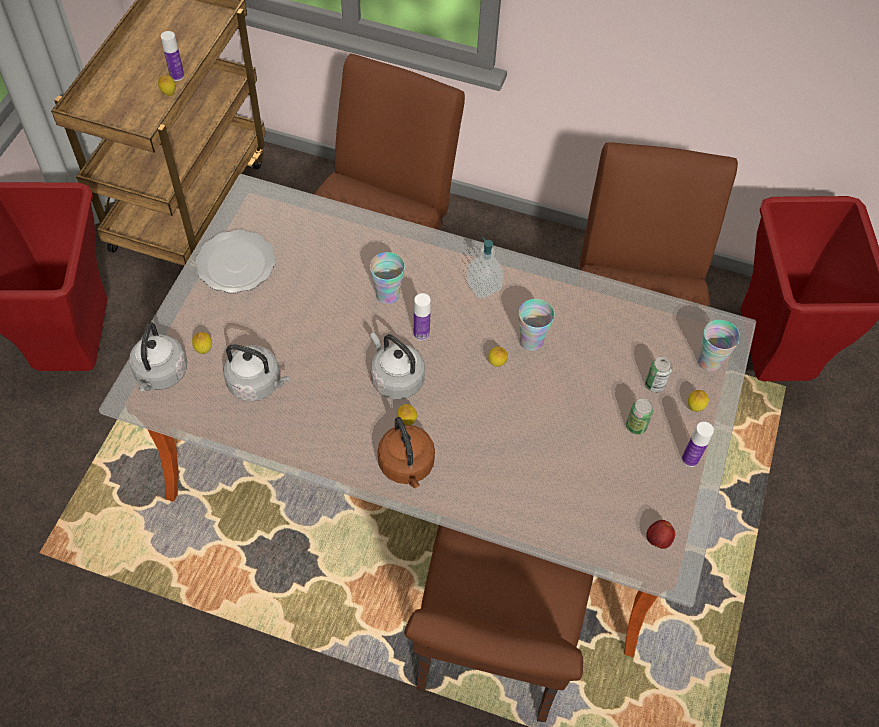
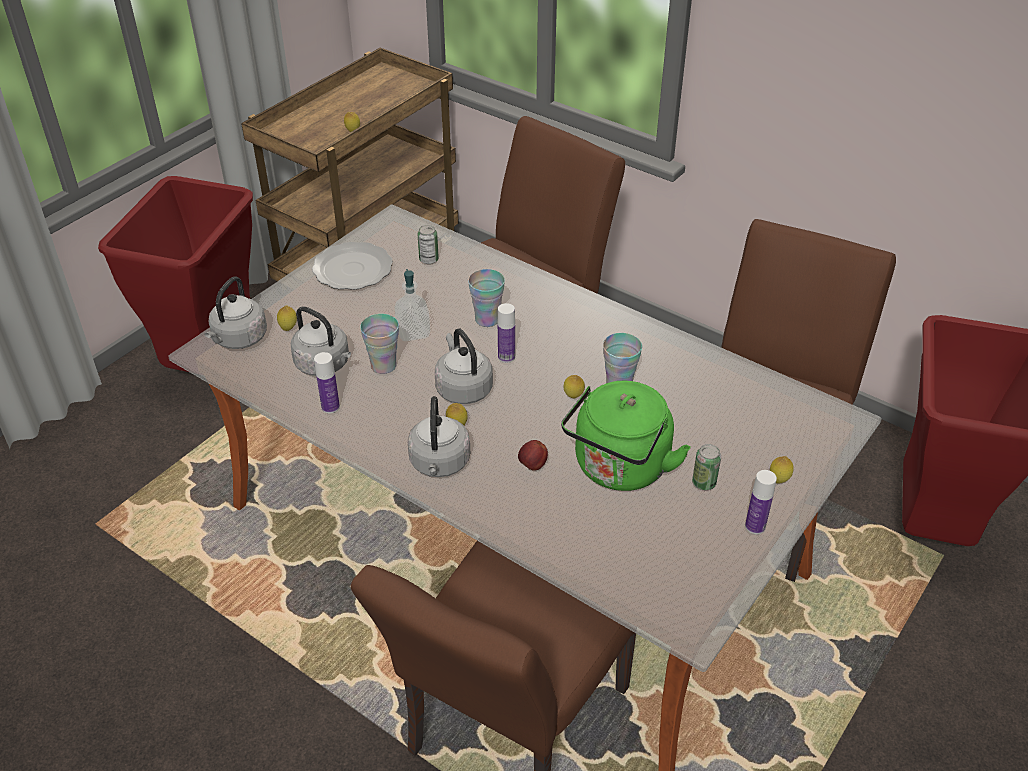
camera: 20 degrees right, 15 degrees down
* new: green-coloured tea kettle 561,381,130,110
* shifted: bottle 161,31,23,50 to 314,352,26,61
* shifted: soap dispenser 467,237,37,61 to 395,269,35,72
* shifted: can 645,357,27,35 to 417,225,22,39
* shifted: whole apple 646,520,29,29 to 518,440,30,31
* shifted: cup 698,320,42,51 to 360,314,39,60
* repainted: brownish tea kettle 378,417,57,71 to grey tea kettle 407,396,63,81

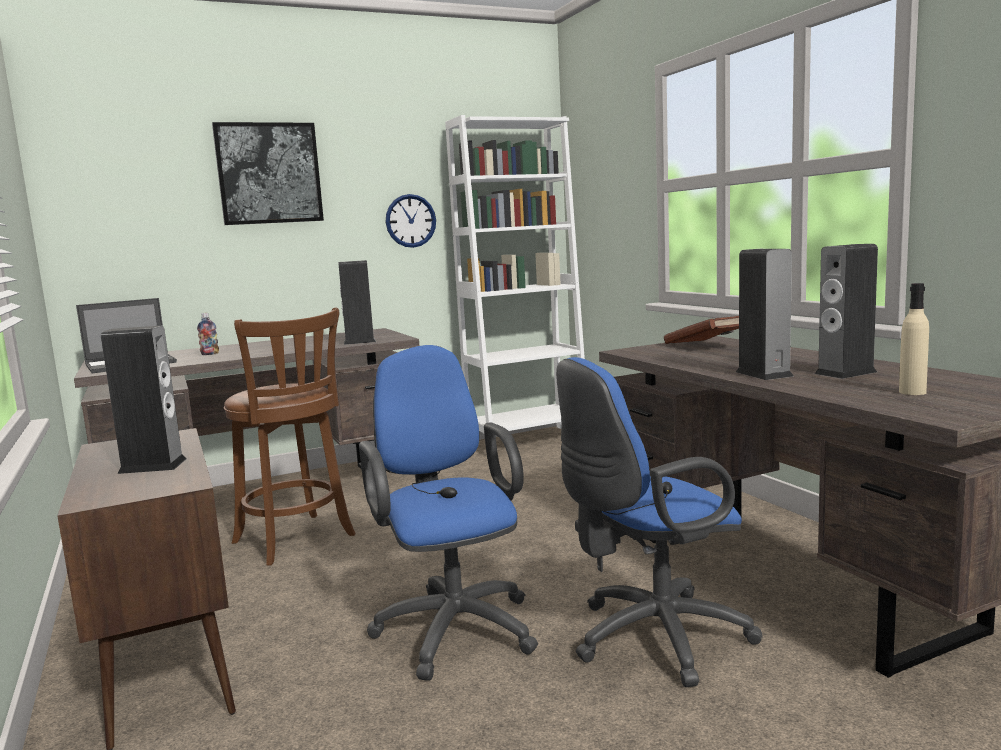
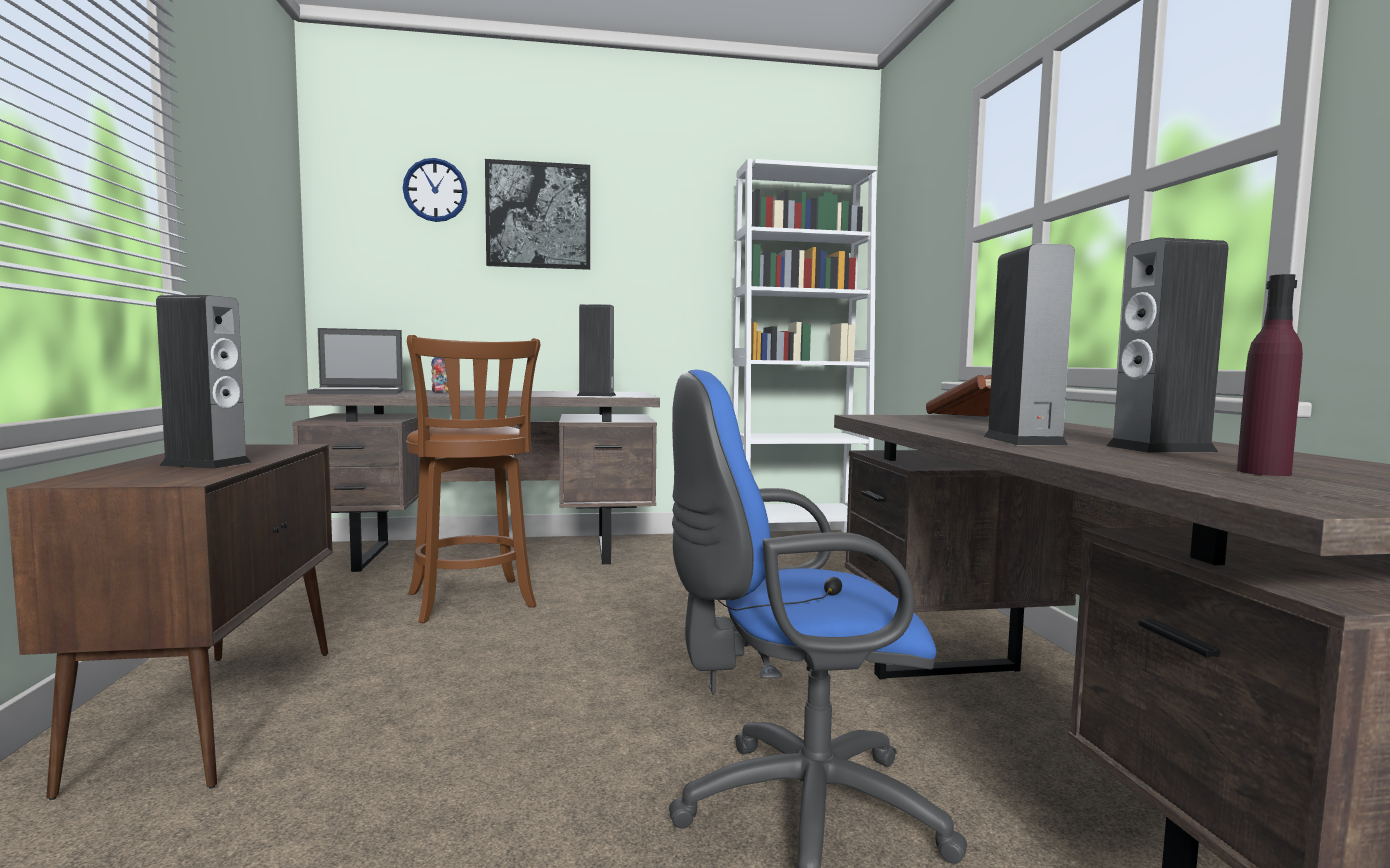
camera: 15 degrees right, 5 degrees down
* gone: blue-coloured desk chair 359,345,179,336
* shifted: clock on the wall 386,194,50,54 to 403,158,65,64
* repainted: sand-coloured bottle 899,283,30,112 to purple bottle 1237,274,66,202

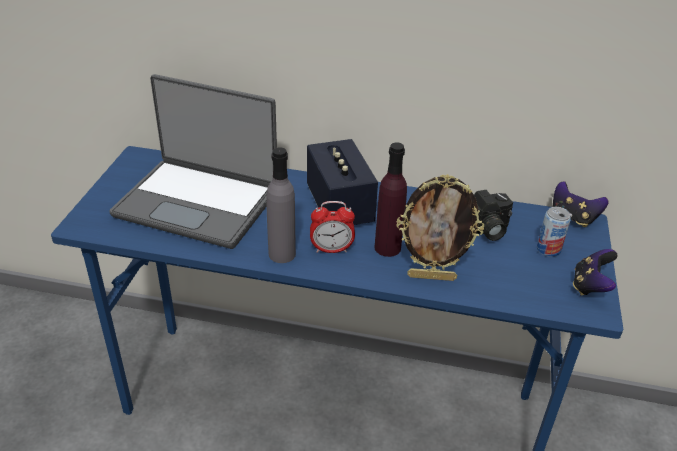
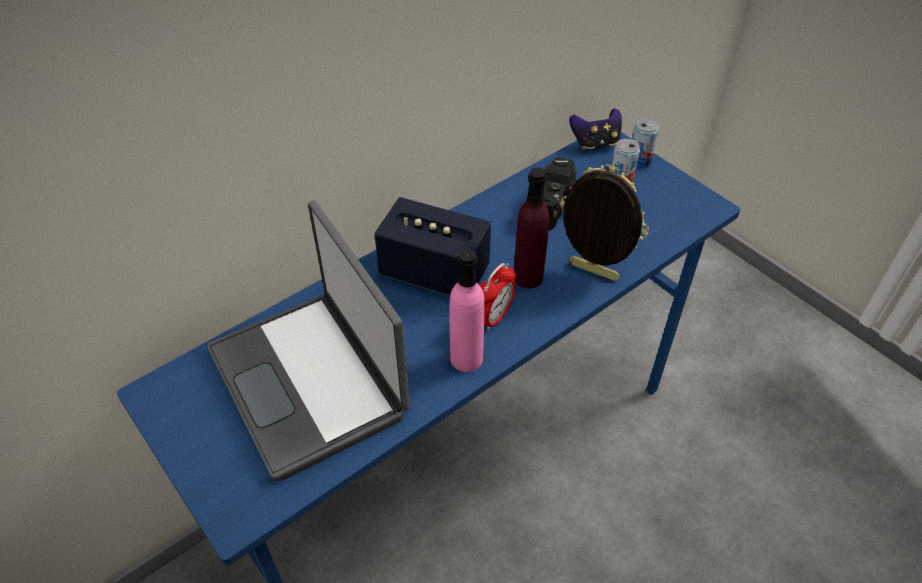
camera: 50 degrees left, 10 degrees up
* gone: joypad 573,249,45,47
* new: can 632,118,27,51
* repainted: grey bottle 266,147,30,116 to pink bottle 450,249,35,123
* rotated: portable computer 110,74,167,175 = 208,201,202,280 90 degrees clockwise
* rotated: standing frame 396,174,88,107 = 560,164,89,117 105 degrees counterclockwise

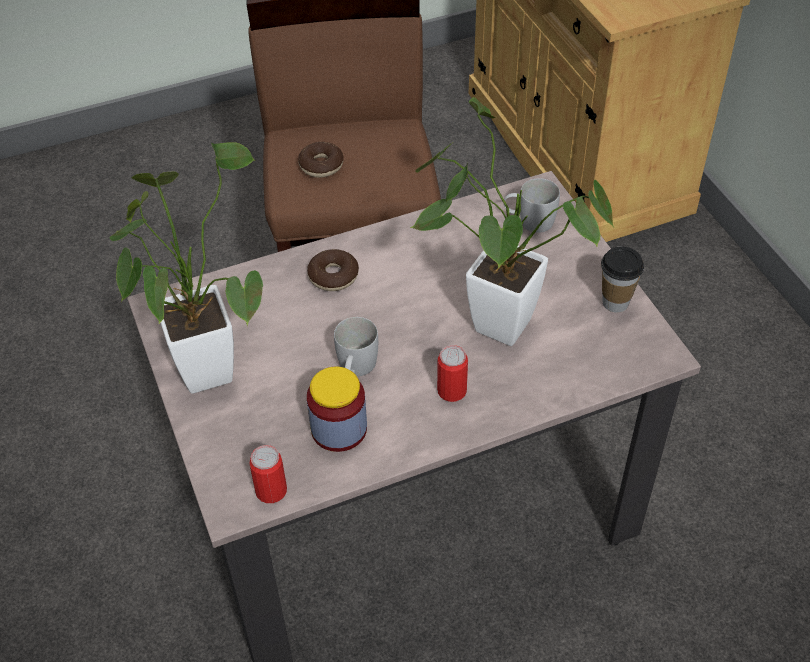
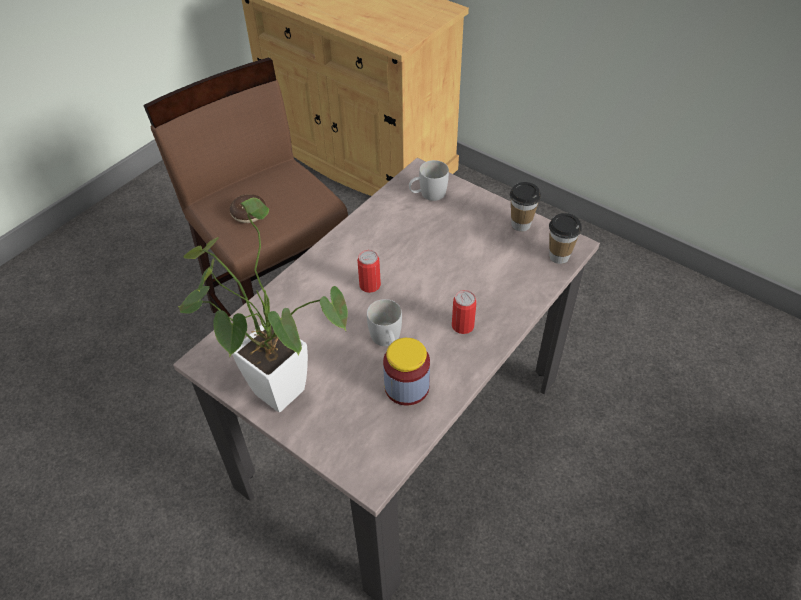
camera: 30 degrees left, 0 degrees up
* gone: doughnut 307,249,52,42
* gone: houseplant 410,97,204,249
* new: cup 549,213,33,51
* shifted: can 249,445,38,58 to 357,250,24,43

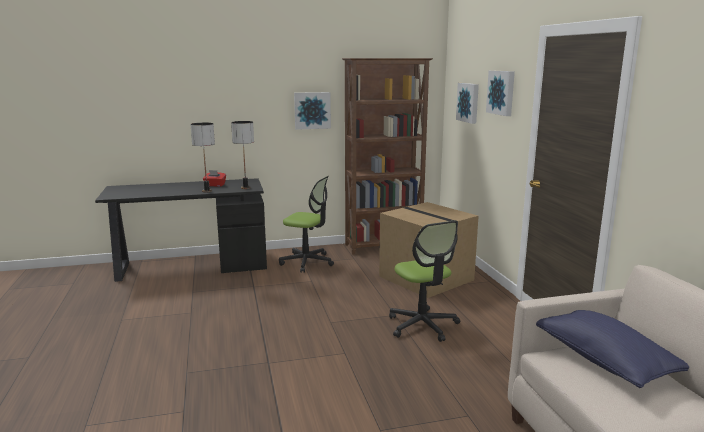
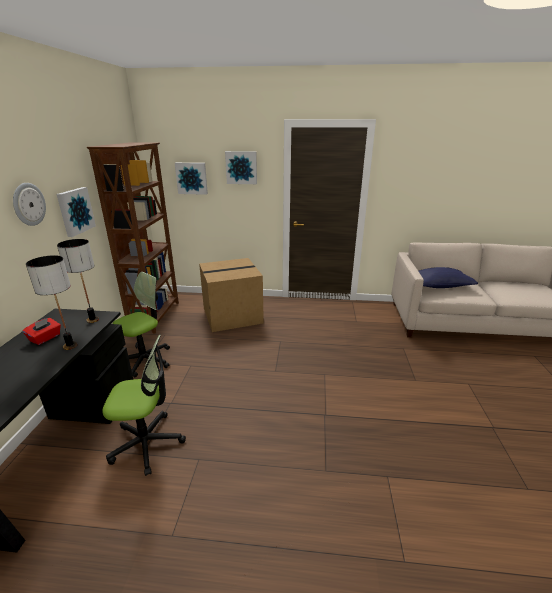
camera: 70 degrees left, 10 degrees up
* new: clock on the wall 13,183,33,43
* shifted: desk chair 389,220,71,122 to 102,335,84,141

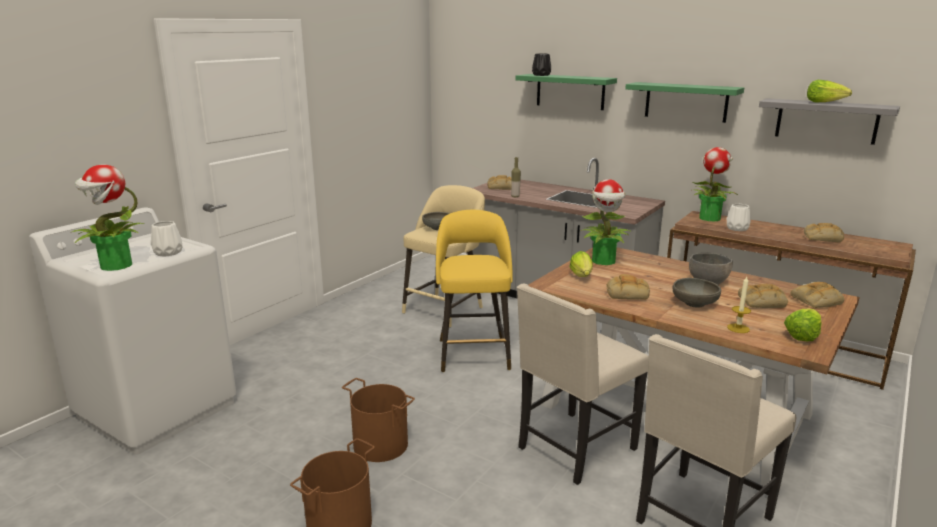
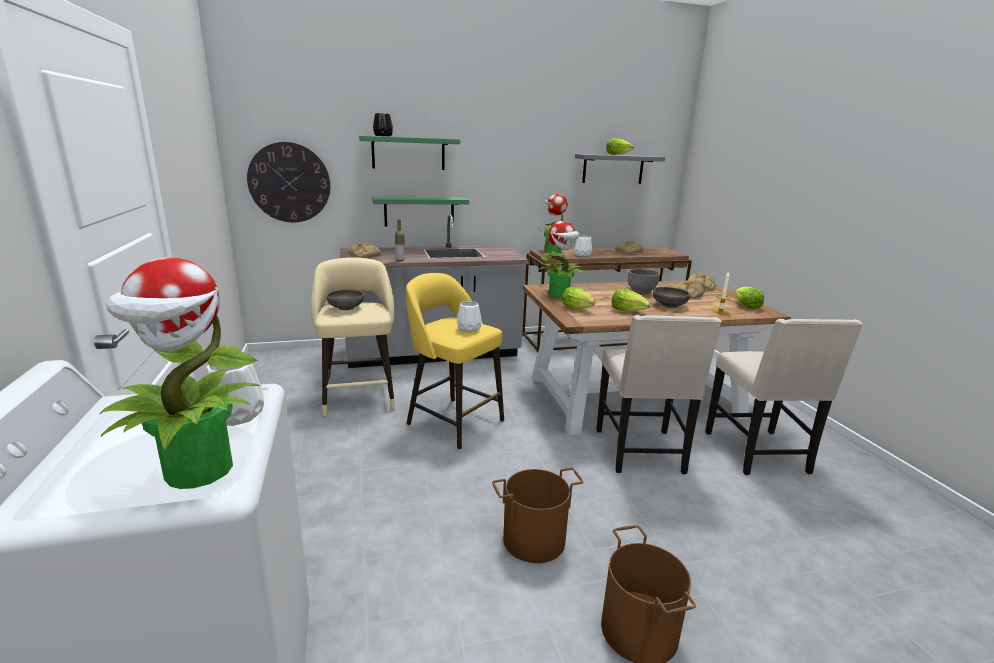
camera: 50 degrees left, 0 degrees up
* new: clock on the wall 247,142,83,80
* new: whitish flower vase 457,301,25,31
* shifted: green-coloured shelf 625,82,119,41 to 372,196,97,30
* swapped: bread 607,274,43,26 to lettuce head 612,289,39,23

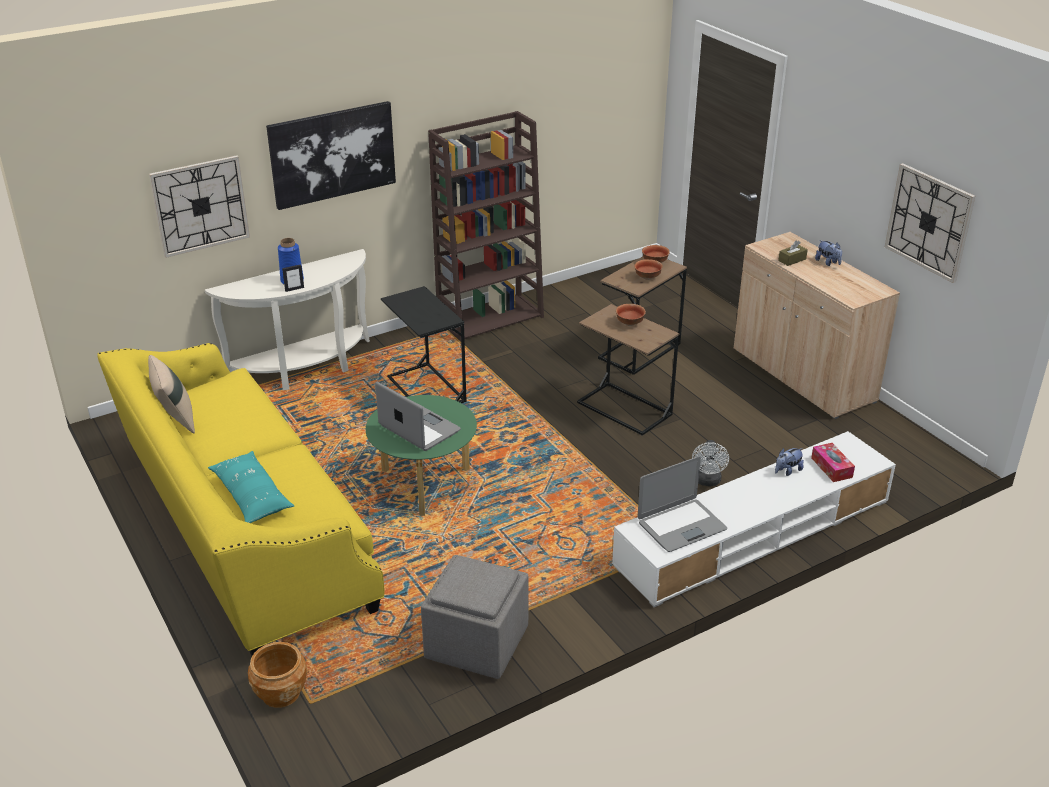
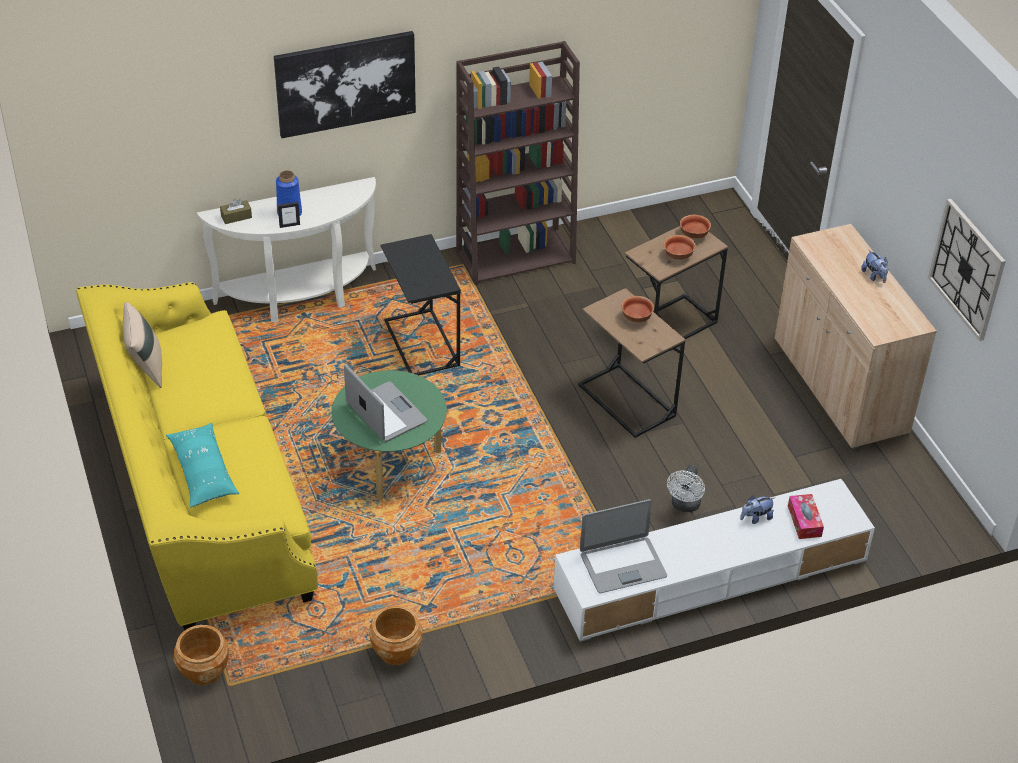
camera: 10 degrees right, 10 degrees up
* gone: clock on the wall 149,155,101,103
* shifted: brownish box of tissues 778,241,30,25 to 220,199,32,25
* swapped: grey pouffe 421,555,107,124 to brownish plant pot 369,606,54,59

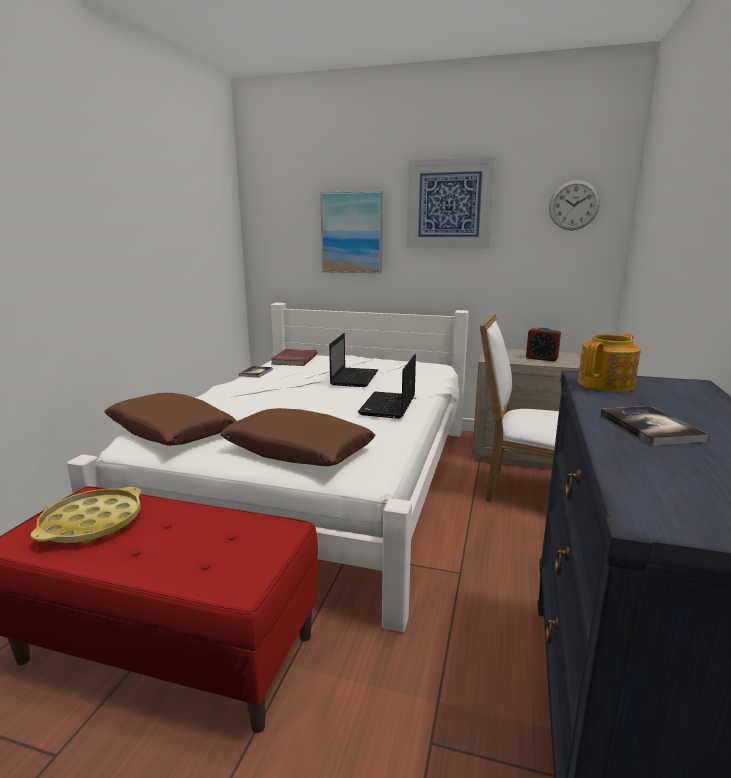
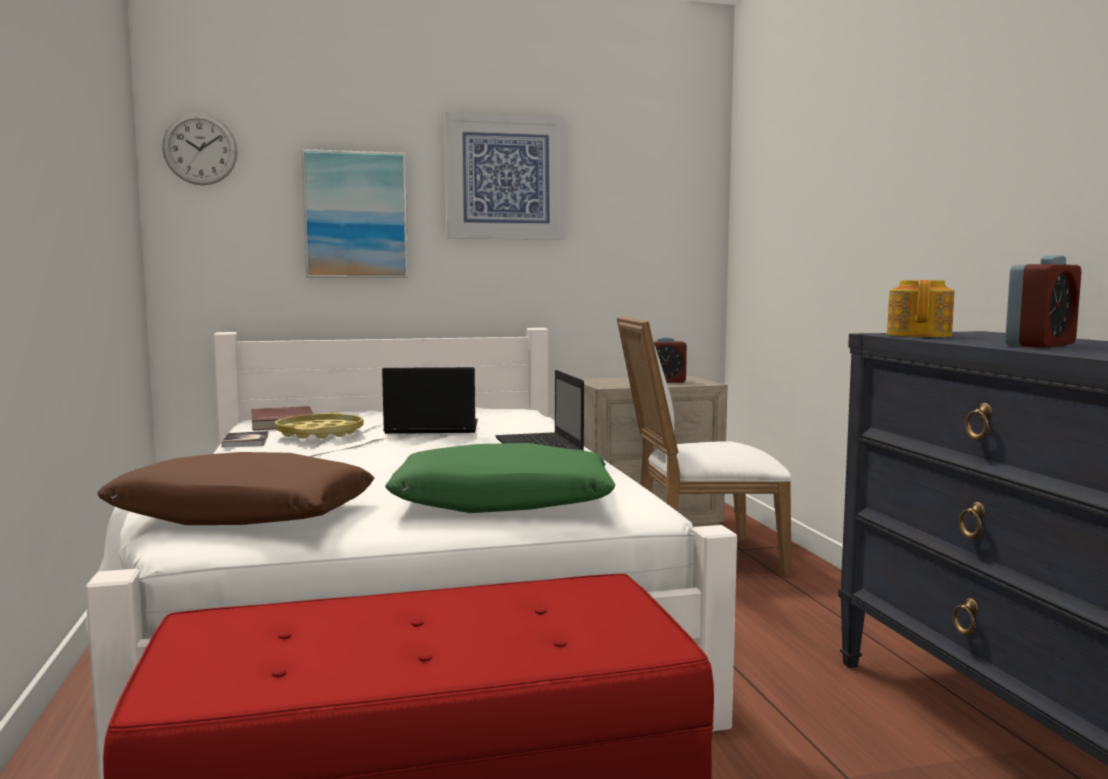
camera: 30 degrees left, 10 degrees down
* shifted: yellowish serving tray 31,487,110,56 to 275,413,89,26
* shifted: clock on the wall 549,180,51,50 to 162,113,76,72
* swapped: volume 600,406,109,40 to alarm clock 1005,255,76,93
* repainted: brownish throw pillow 220,408,156,58 to green-coloured throw pillow 385,443,231,70
* rotated: portable computer 329,333,49,54 = 382,367,96,67 75 degrees counterclockwise

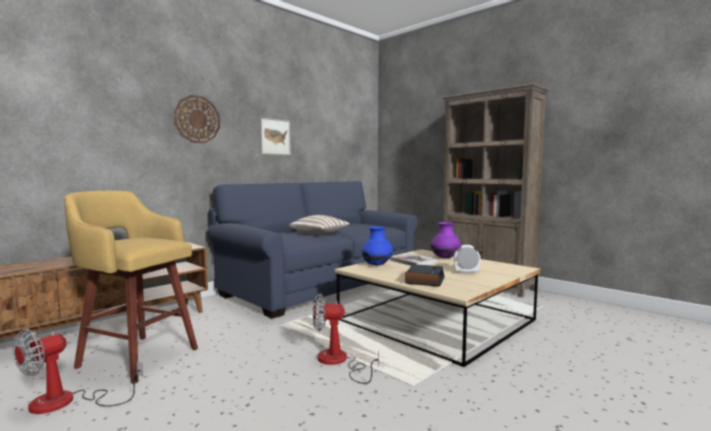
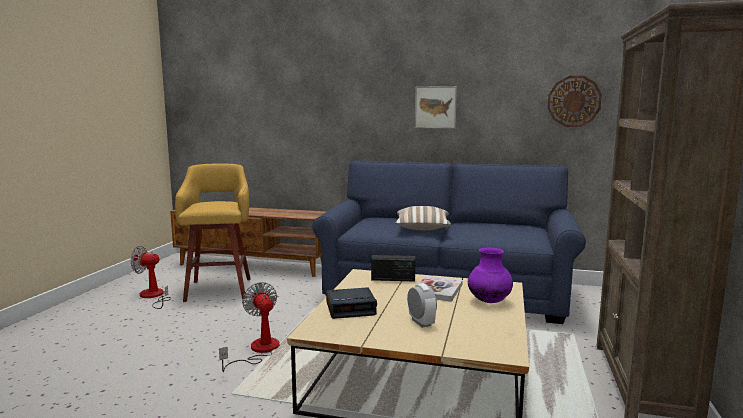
camera: 60 degrees right, 5 degrees up
* shifted: clock on the wall 174,95,46,48 to 547,76,55,51
* swapped: blue-coloured flower vase 361,226,32,39 to radio set 371,255,44,27

